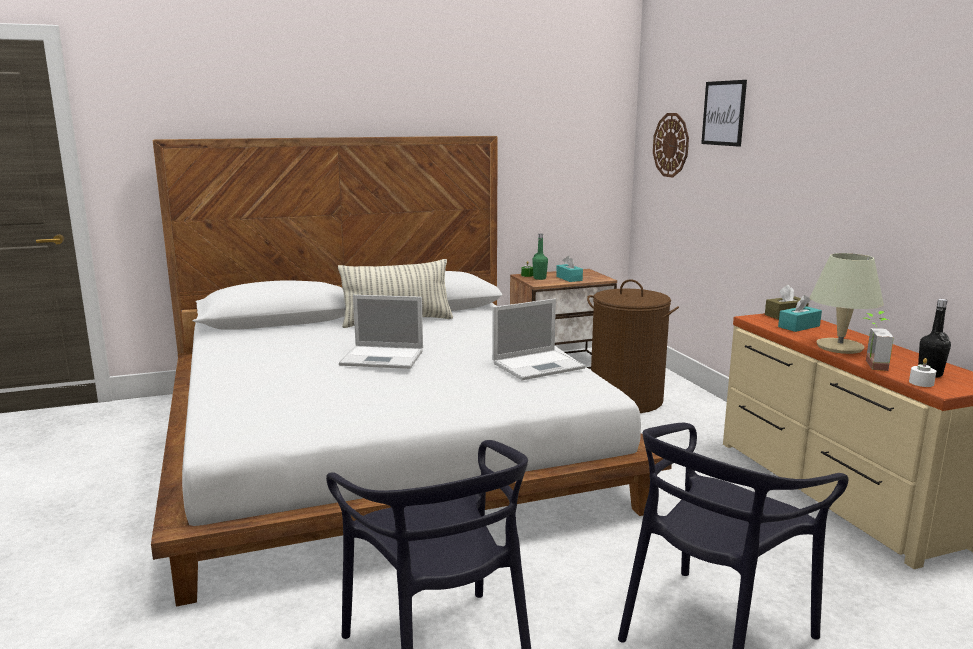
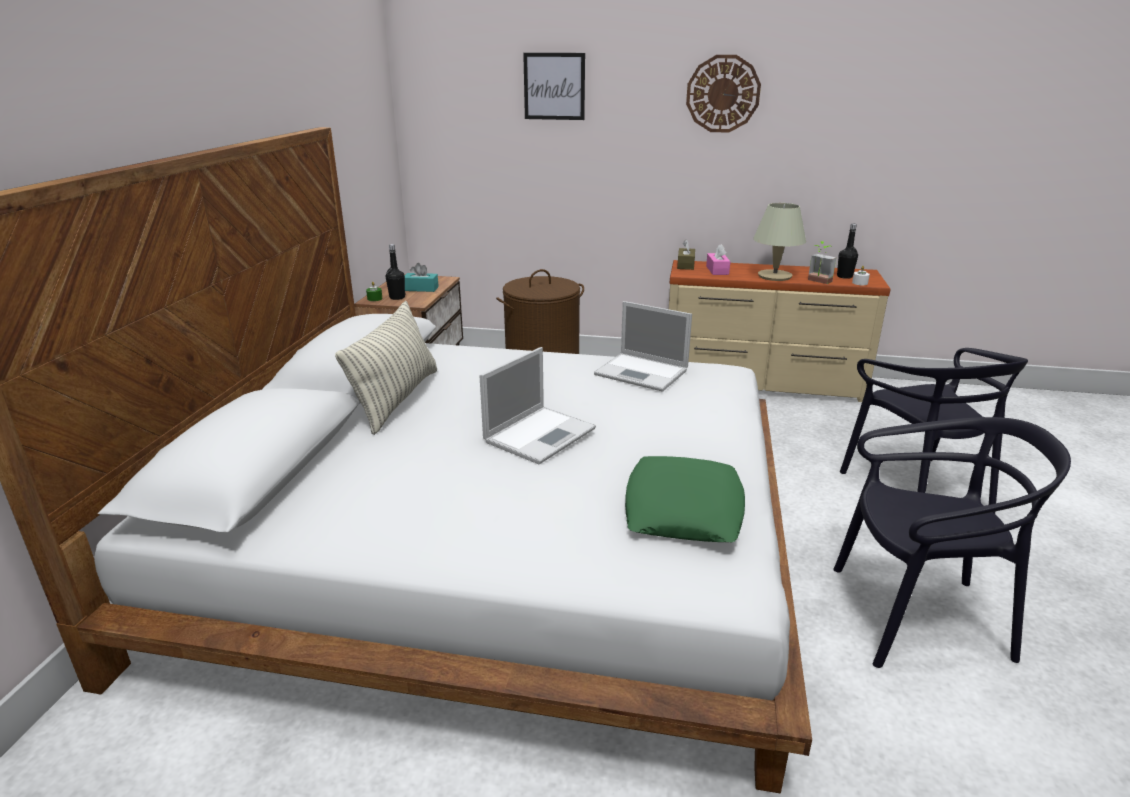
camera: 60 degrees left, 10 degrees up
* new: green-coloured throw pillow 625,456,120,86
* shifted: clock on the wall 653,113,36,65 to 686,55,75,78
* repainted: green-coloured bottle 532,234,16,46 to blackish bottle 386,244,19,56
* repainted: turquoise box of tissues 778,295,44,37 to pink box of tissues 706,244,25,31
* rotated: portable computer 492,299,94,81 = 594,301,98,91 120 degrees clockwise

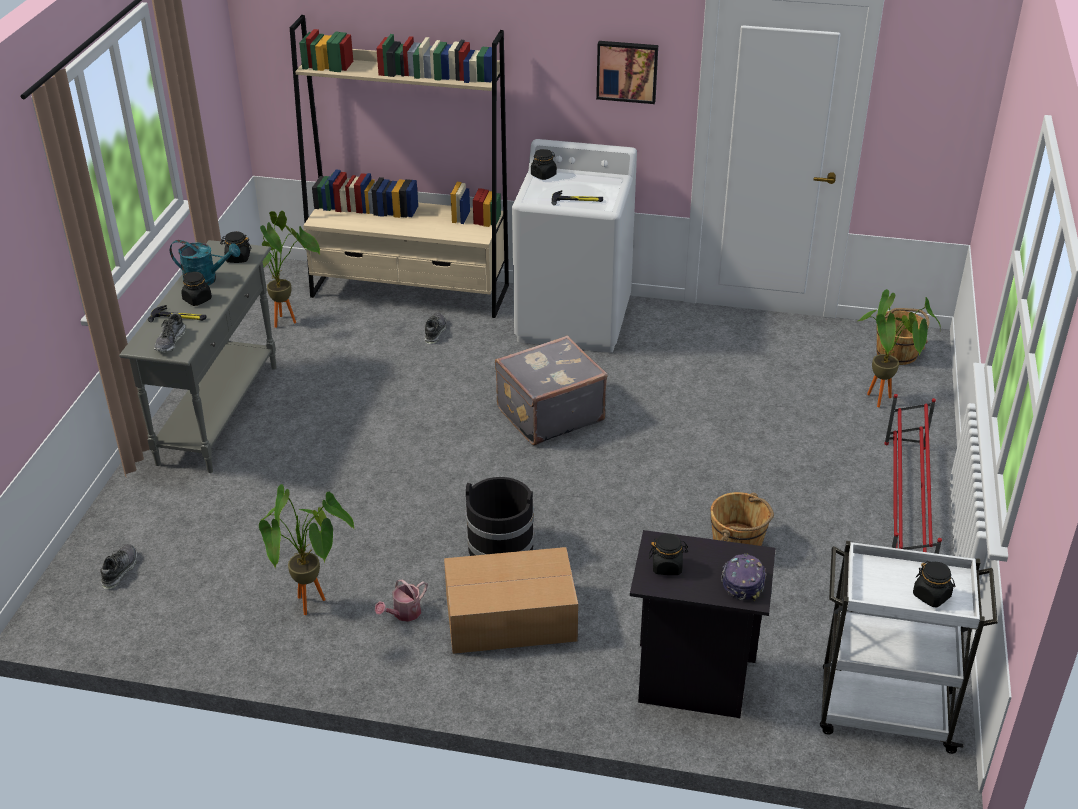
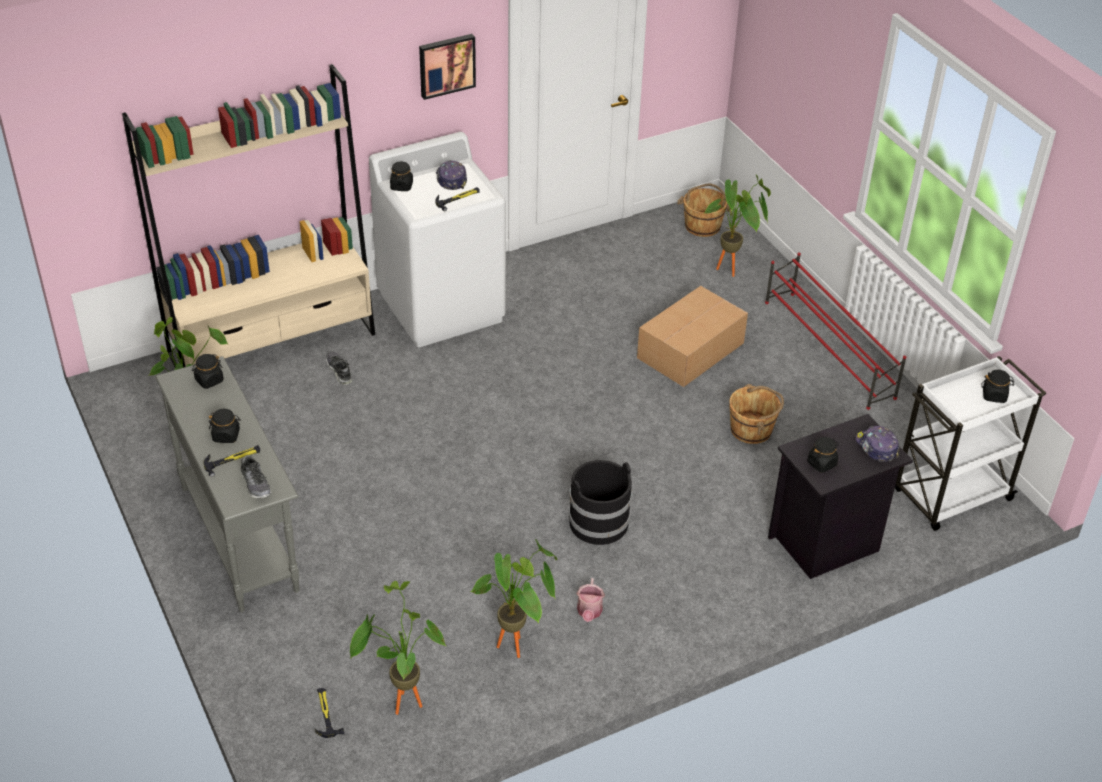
camera: 40 degrees left, 5 degrees up
* gone: turquoise watering can 170,240,70,46
* gone: grey travel case 495,335,112,110
* new: houseplant 350,581,97,134
* new: baseball cap 436,160,31,30
* shifted: carton 444,547,134,107 to 637,286,111,101
* swapped: shoe 100,544,37,45 to hand hammer 315,688,29,50

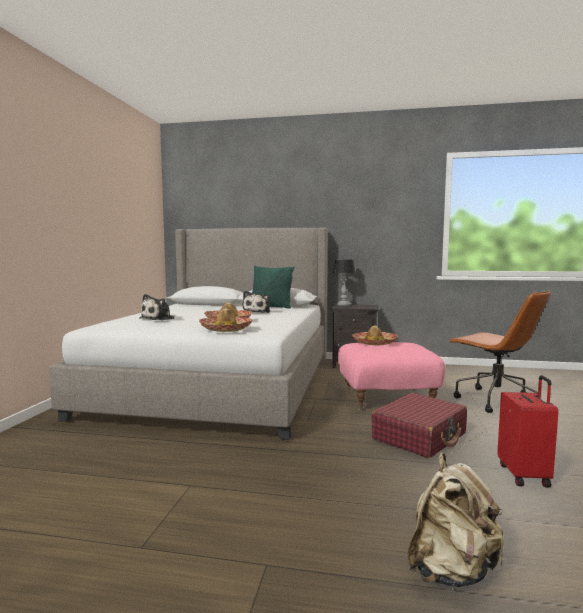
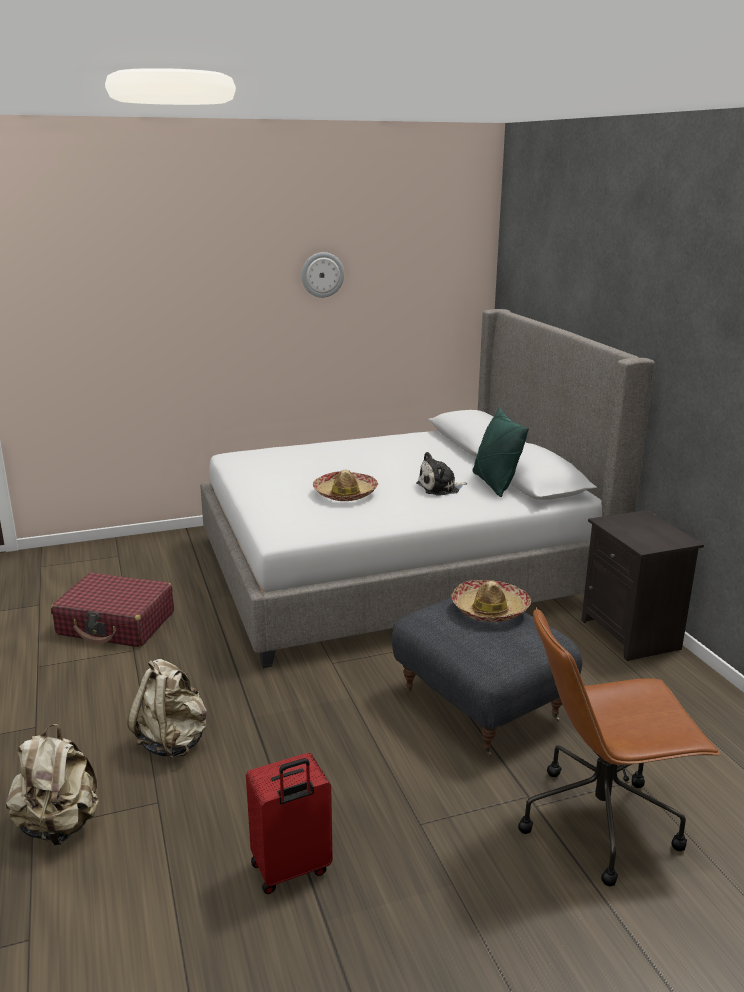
camera: 60 degrees right, 15 degrees up
* gone: cuddly toy 139,294,36,27
* gone: clothing hat 199,308,54,24
* gone: table lamp 333,259,22,47
* new: sand-coloured rucksack 127,659,80,100
* new: clock on the wall 302,252,42,46
* shifted: reddish travel case 371,393,96,65 to 51,573,123,74
* repainted: pink pouffe 338,342,107,68 to grey pouffe 392,598,190,159
* rotated: brownish desk chair 448,290,103,123 = 518,607,203,279 60 degrees clockwise

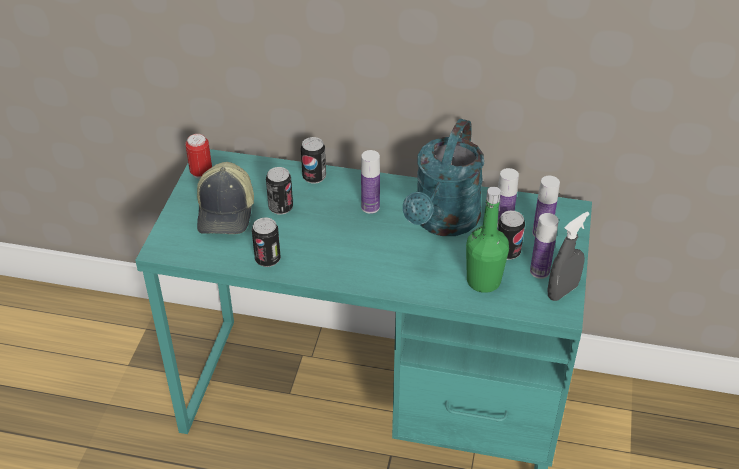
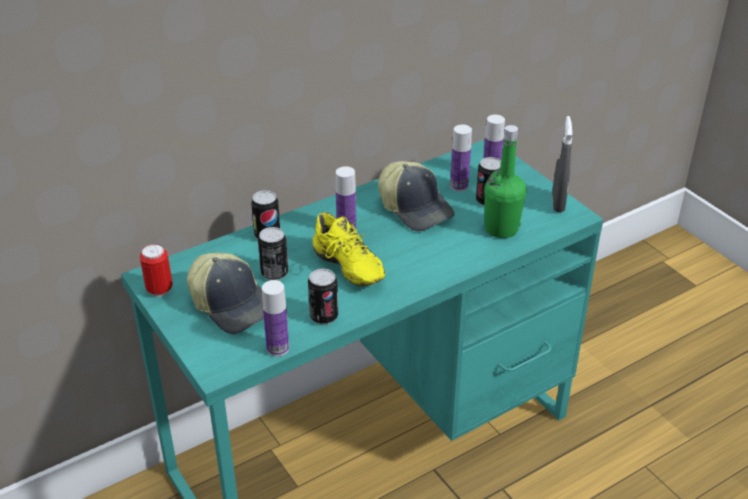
camera: 45 degrees left, 5 degrees down
* new: yellowish shoe 312,212,73,74
* shifted: bottle 530,213,29,66 to 262,280,27,77
* swapped: turquoise watering can 403,119,81,117 to baseball cap 378,161,76,70

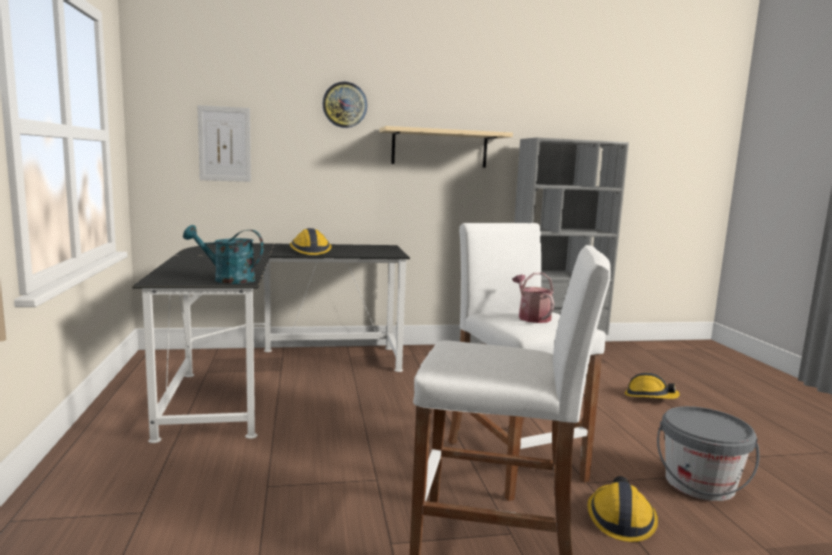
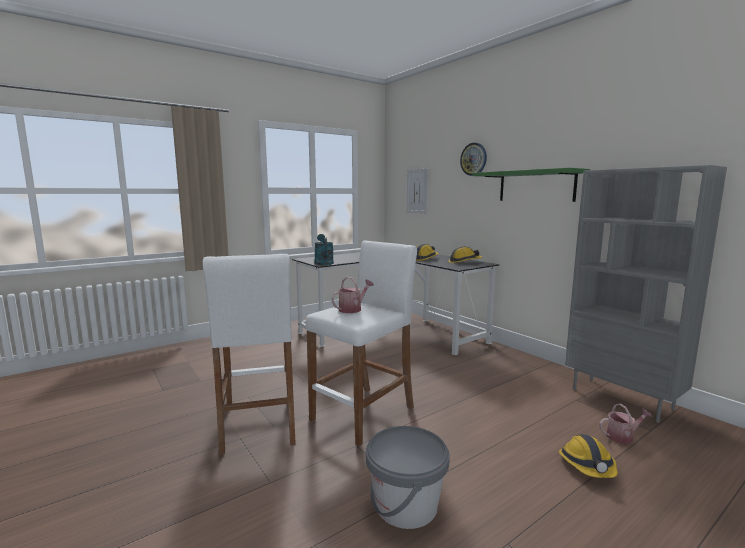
camera: 65 degrees right, 0 degrees up
* new: watering can 599,404,53,40
* shifted: safety helmet 588,476,70,66 to 449,246,33,17
* repainted: sand-coloured shelf 380,126,133,42 to green-coloured shelf 473,168,117,34

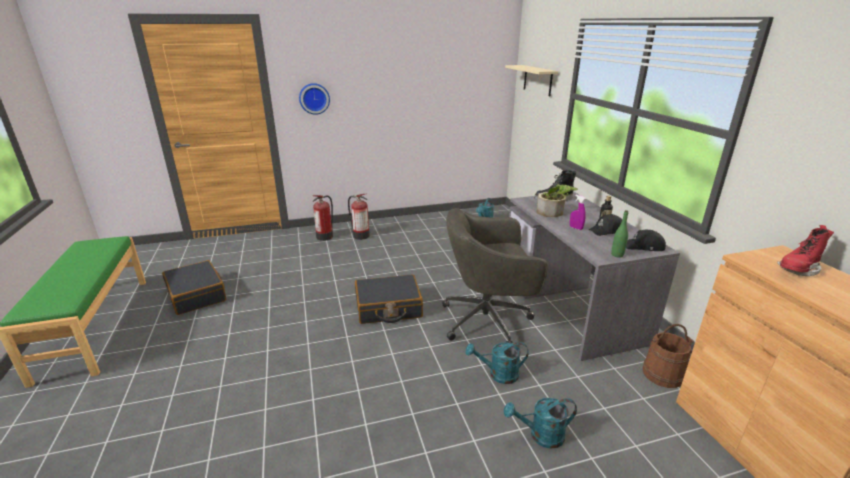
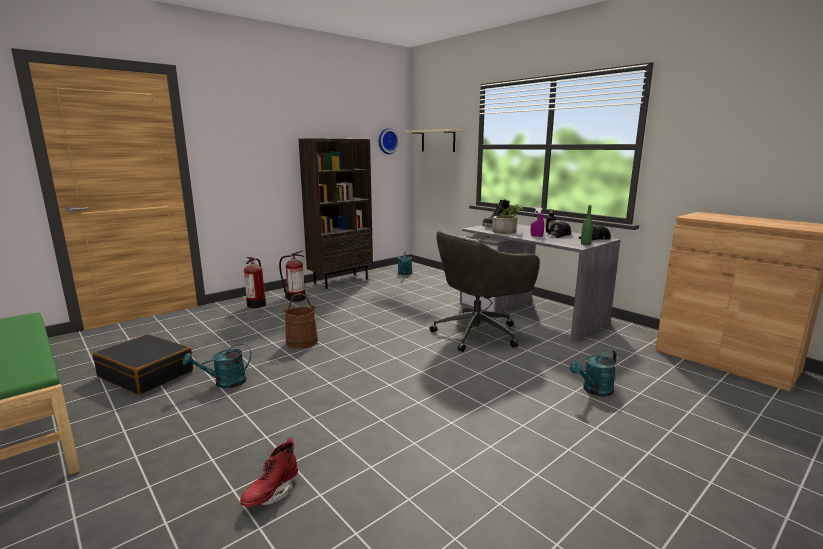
camera: 25 degrees left, 10 degrees down
* gone: blackish travel case 355,275,68,49
* new: brownish bookcase 299,138,74,151
* shifted: clock on the wall 299,83,31,32 to 379,128,20,26
* shifted: turquoise watering can 466,342,63,42 to 182,343,69,45
* shifted: brownish water bucket 643,324,51,64 to 283,293,35,55
* shifted: reddish tall boot 777,225,57,51 to 240,438,58,69

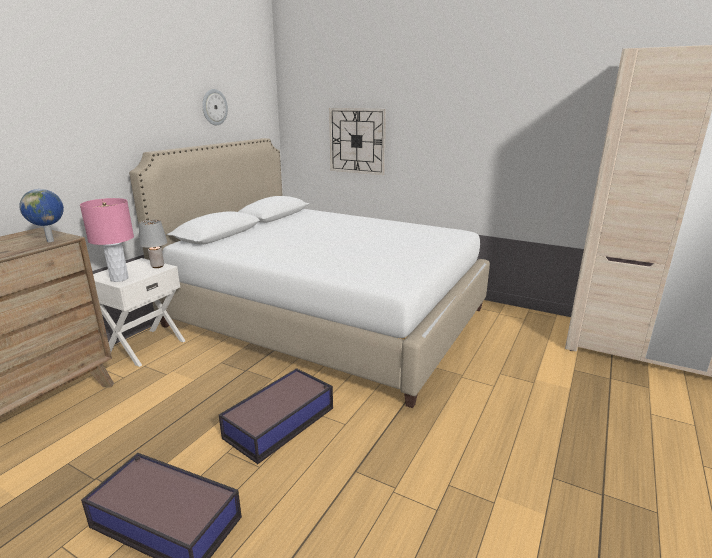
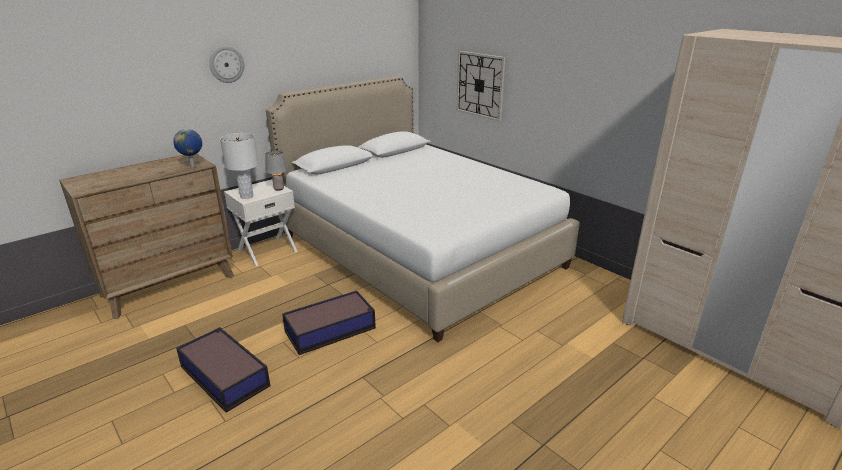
camera: 20 degrees right, 5 degrees up
* shifted: clock on the wall 202,89,26,36 to 209,46,35,37
* repainted: pink table lamp 80,198,54,84 to whitish table lamp 220,133,38,66

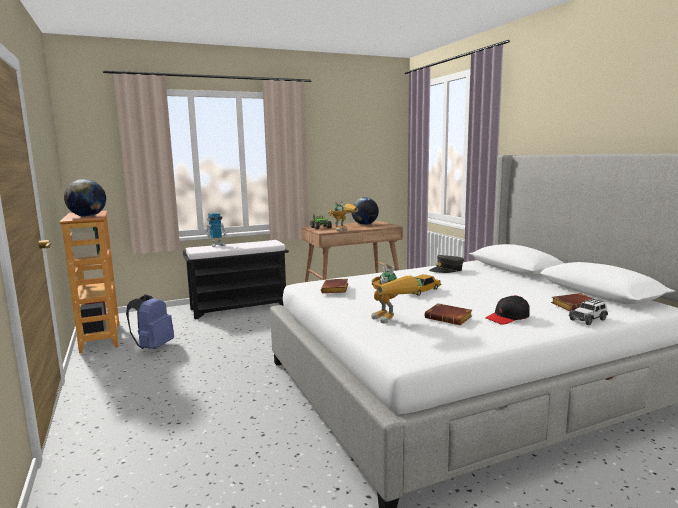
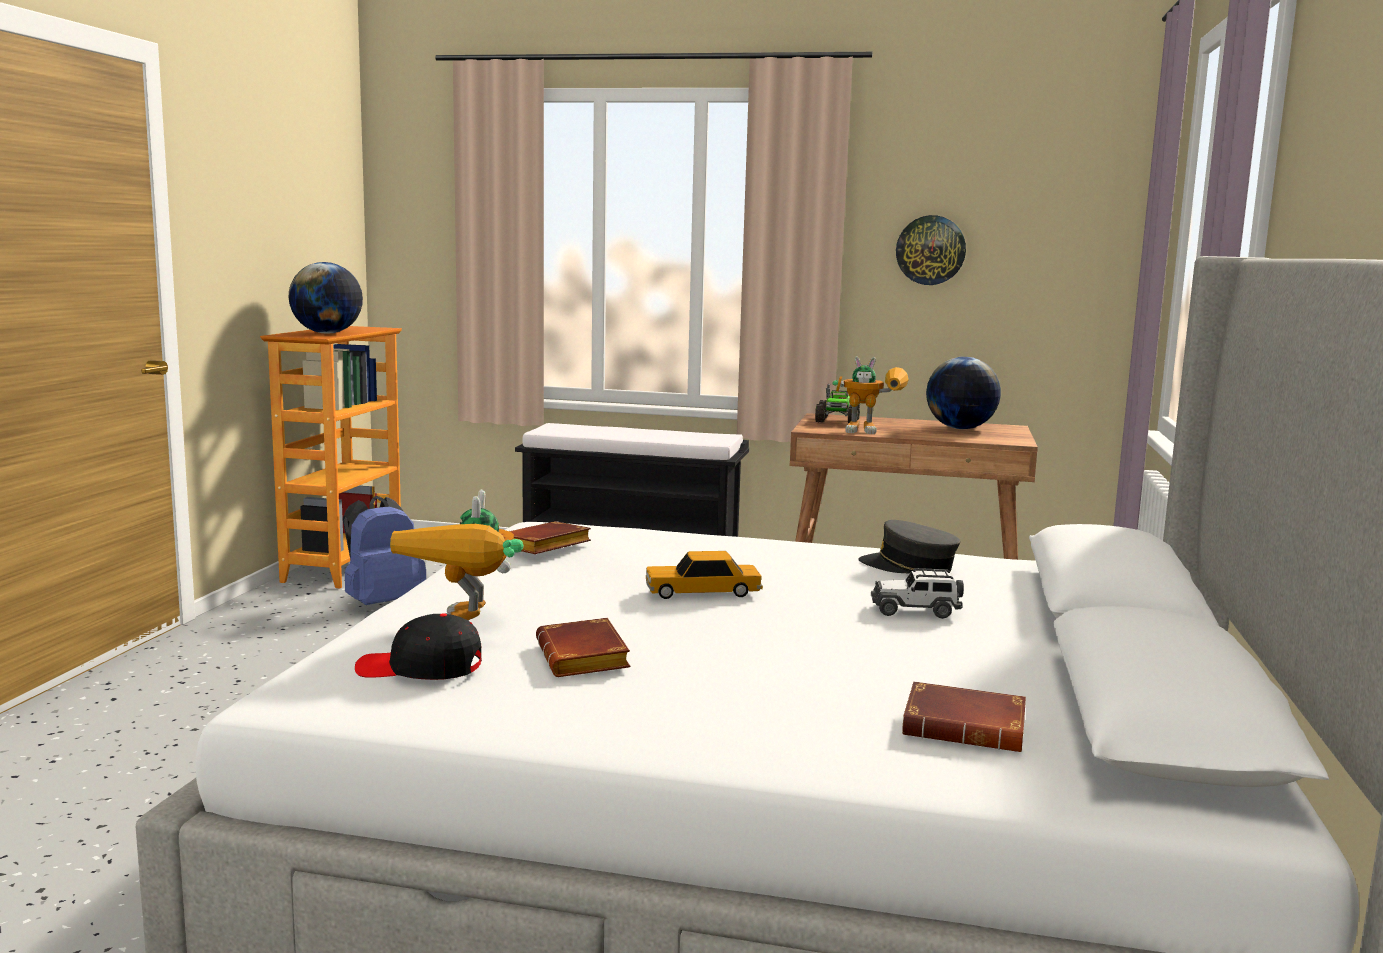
camera: 35 degrees right, 0 degrees up
* gone: model robot 206,213,21,34
* new: clock on the wall 896,215,70,70
* shifted: blackish baseball cap 485,295,44,30 to 355,613,127,67
* shifted: toy car 569,299,39,26 to 871,568,93,51

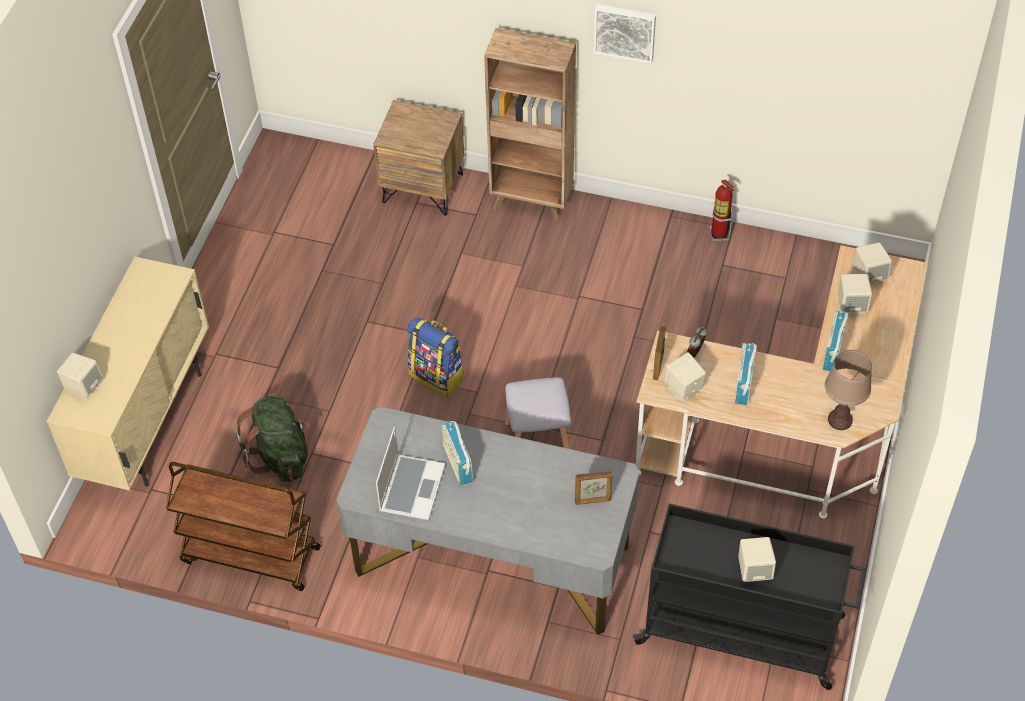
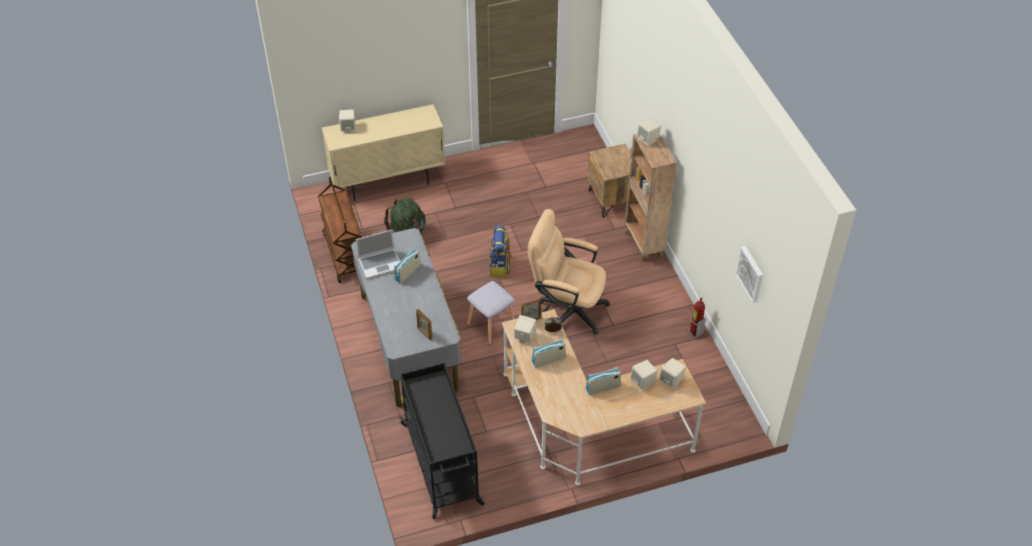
camera: 55 degrees right, 5 degrees down
* gone: brownish table lamp 825,350,47,80
* new: sand-coloured desk chair 528,209,82,126
* shifted: wall art 594,4,62,60 to 736,246,27,57
* shifted: sand-coloured loudspeaker 738,537,38,45 to 637,118,24,28

